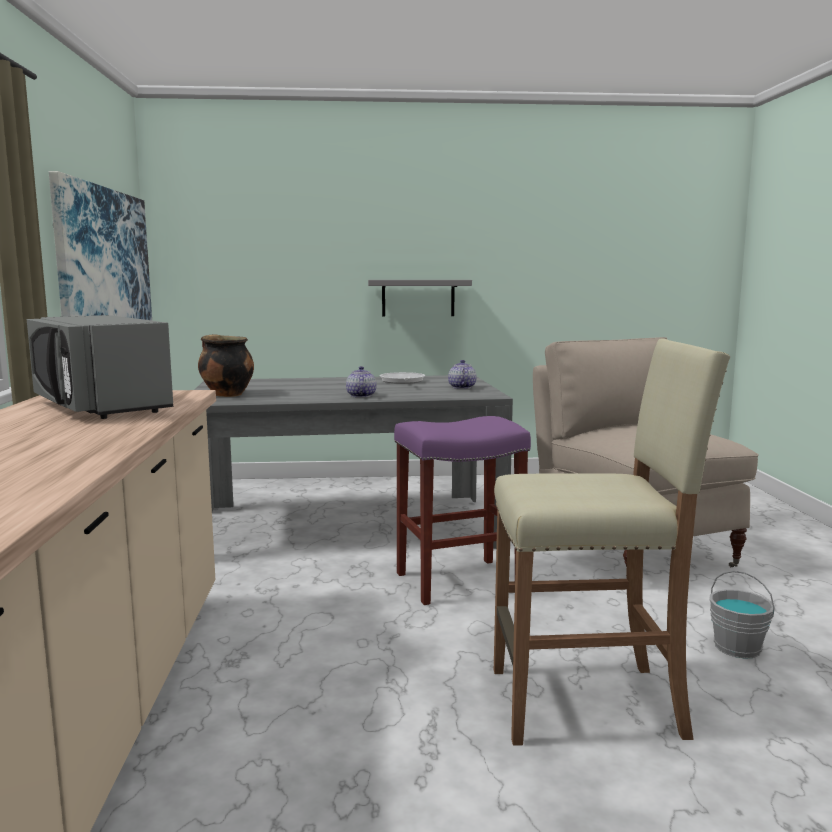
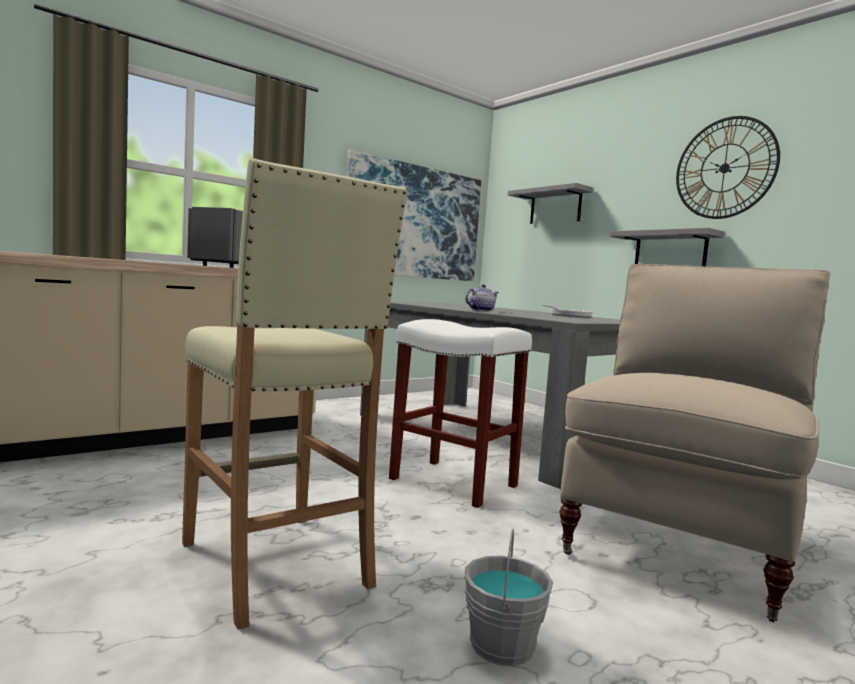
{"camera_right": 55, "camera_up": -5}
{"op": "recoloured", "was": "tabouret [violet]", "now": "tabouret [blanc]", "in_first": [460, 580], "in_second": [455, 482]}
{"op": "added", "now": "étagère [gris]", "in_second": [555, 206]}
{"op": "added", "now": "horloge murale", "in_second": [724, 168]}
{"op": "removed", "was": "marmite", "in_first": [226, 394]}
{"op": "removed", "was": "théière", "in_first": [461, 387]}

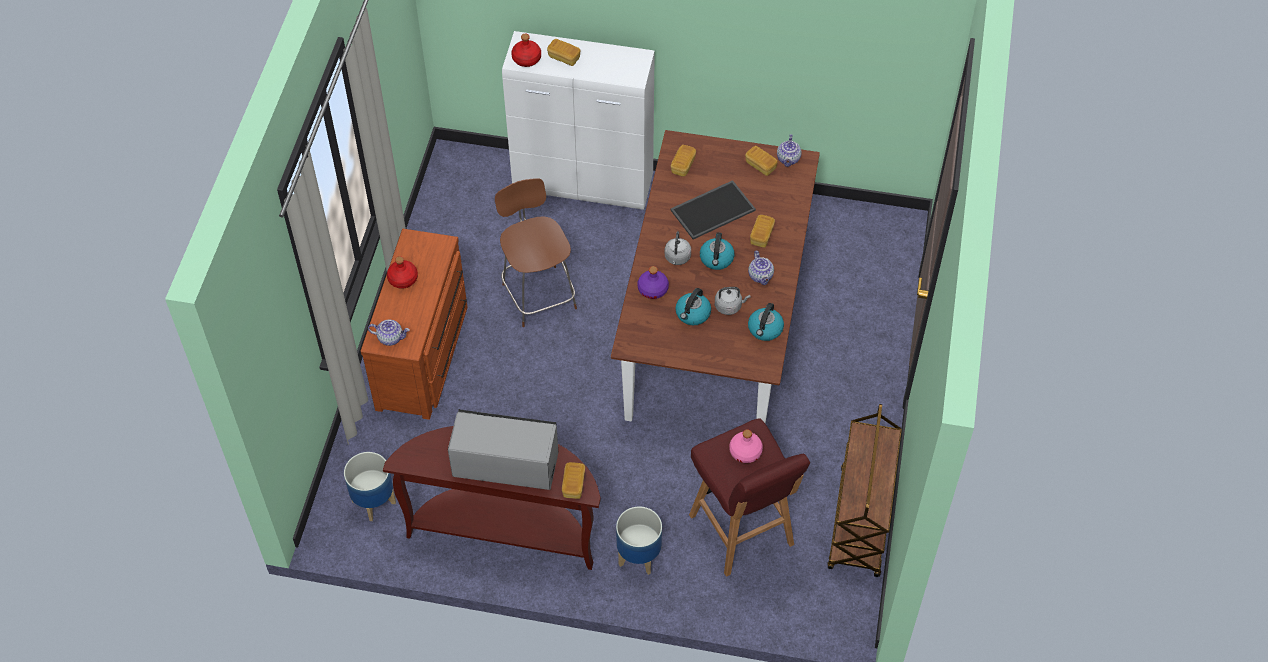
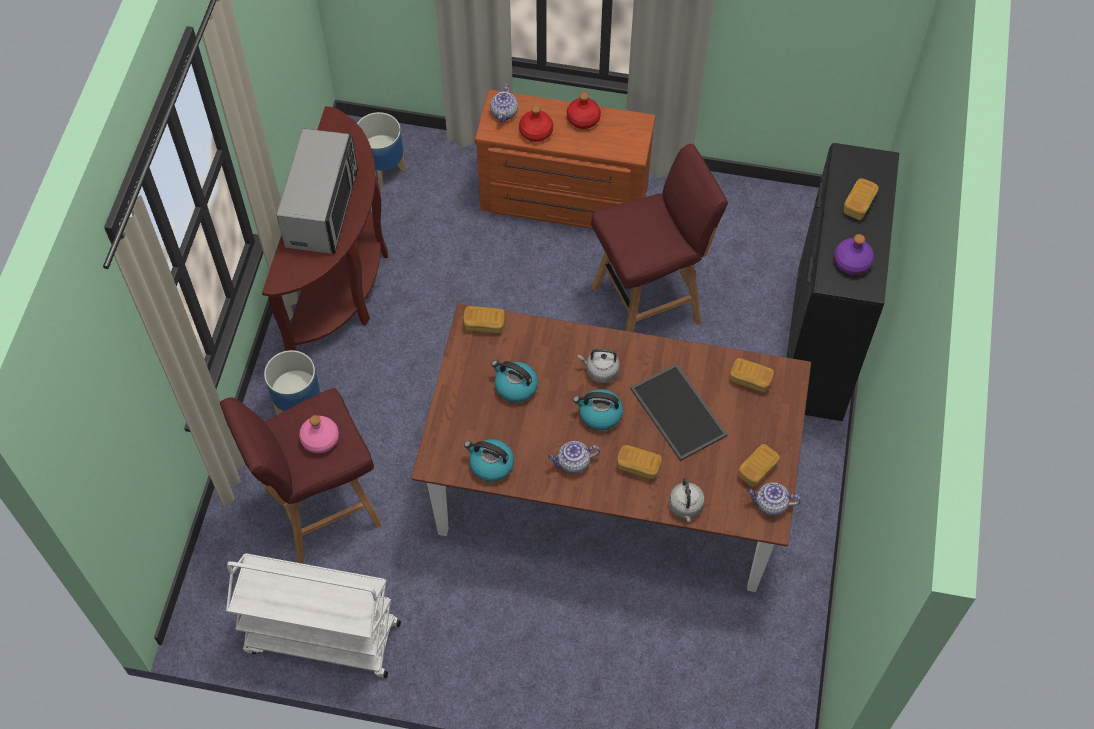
{"camera_right": 90, "camera_up": 5}
{"op": "recoloured", "was": "chariot [marron]", "now": "chariot [blanc]", "in_first": [860, 523], "in_second": [321, 638]}
{"op": "moved", "was": "pain", "in_first": [573, 485], "in_second": [484, 324]}
{"op": "moved", "was": "bouteille [rouge]", "in_first": [527, 59], "in_second": [535, 132]}
{"op": "replaced", "was": "chaise [marron]", "now": "tabouret [rouge]", "in_first": [538, 294], "in_second": [649, 304]}
{"op": "moved", "was": "bouilloire [gris]", "in_first": [729, 306], "in_second": [686, 507]}
{"op": "recoloured", "was": "meuble de rangement [blanc]", "now": "meuble de rangement [noir]", "in_first": [584, 184], "in_second": [818, 348]}
{"op": "moved", "was": "bouteille [violet]", "in_first": [653, 289], "in_second": [852, 262]}

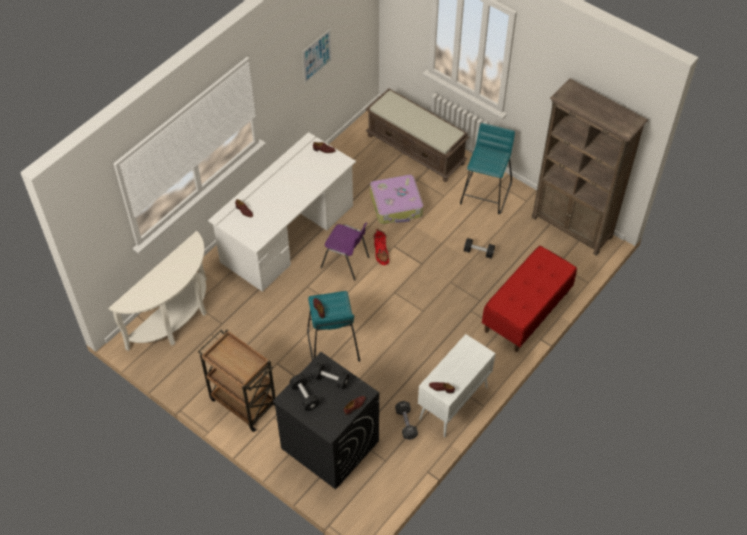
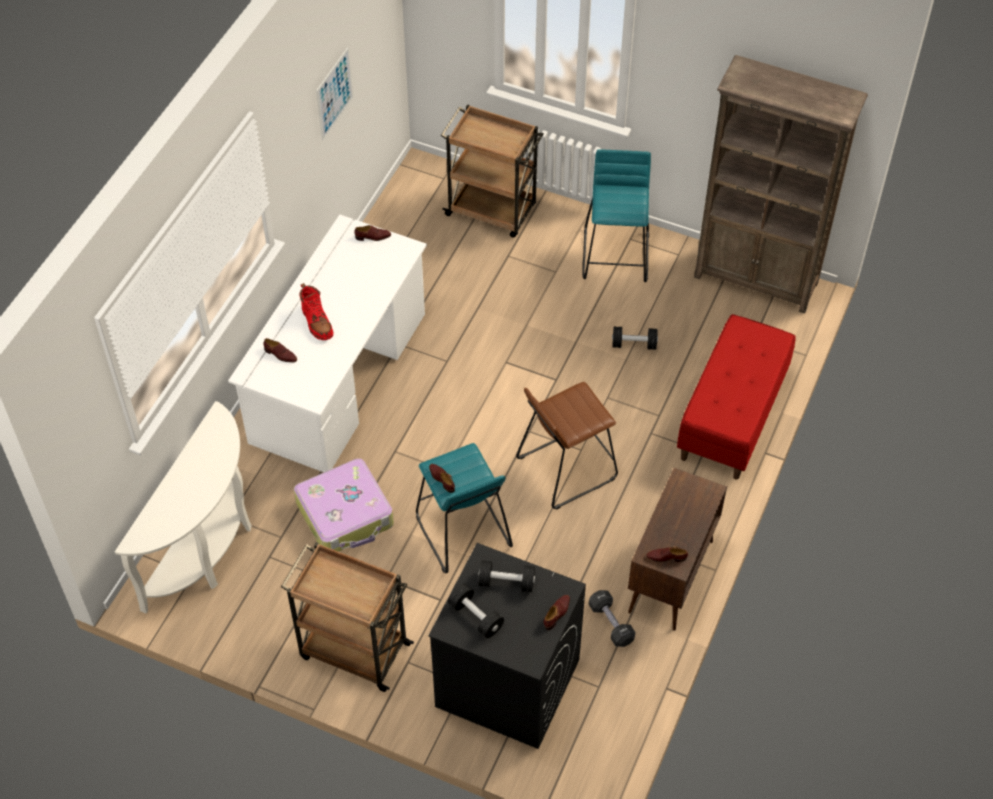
{"camera_right": -15, "camera_up": 0}
{"op": "moved", "was": "valise", "in_first": [396, 205], "in_second": [346, 515]}
{"op": "moved", "was": "botte [rouge]", "in_first": [381, 253], "in_second": [317, 322]}
{"op": "replaced", "was": "banc [marron]", "now": "chariot [marron]", "in_first": [416, 149], "in_second": [492, 211]}
{"op": "added", "now": "tabouret [marron]", "in_second": [566, 468]}
{"op": "recoloured", "was": "meuble de rangement [blanc]", "now": "meuble de rangement [marron]", "in_first": [453, 404], "in_second": [670, 578]}
{"op": "removed", "was": "chaise [violet]", "in_first": [346, 262]}

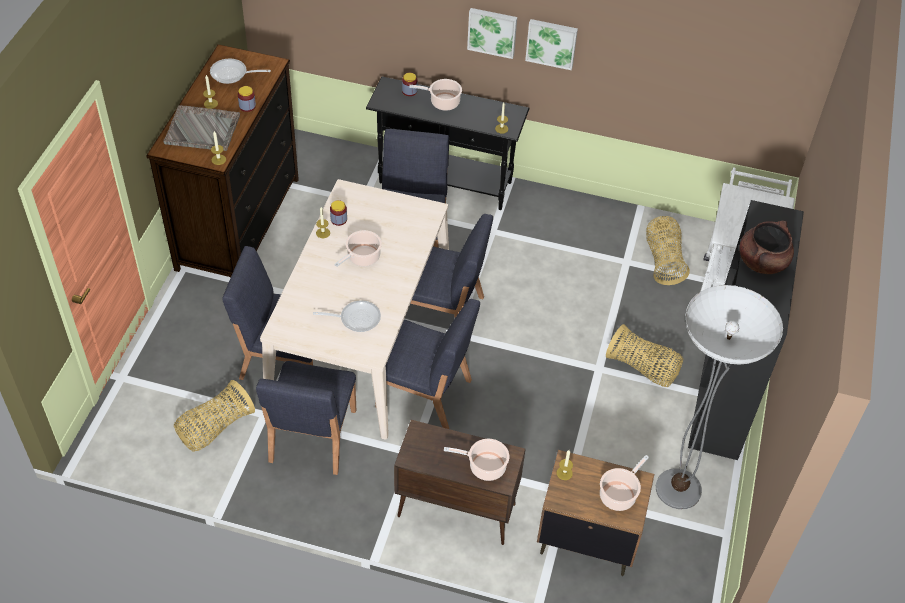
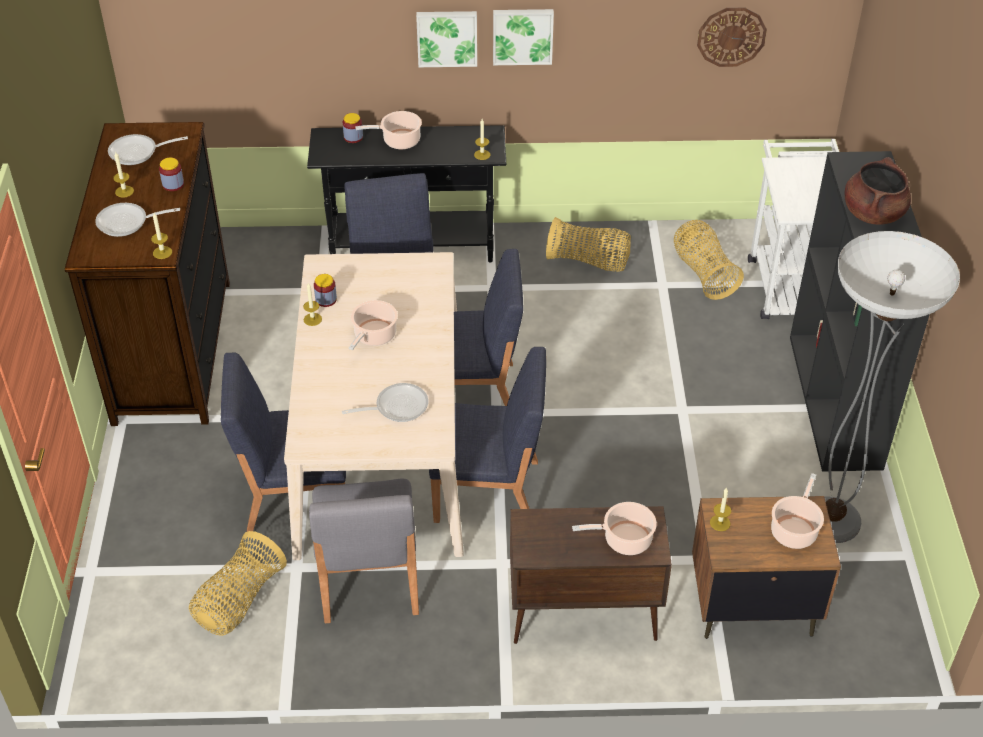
{"camera_right": -15, "camera_up": -5}
{"op": "replaced", "was": "plateau [gris]", "now": "poêle", "in_first": [203, 130], "in_second": [127, 223]}
{"op": "recoloured", "was": "chaise [bleu]", "now": "chaise [gris]", "in_first": [312, 436], "in_second": [368, 578]}
{"op": "moved", "was": "panier", "in_first": [643, 368], "in_second": [589, 262]}
{"op": "added", "now": "horloge murale", "in_second": [731, 36]}

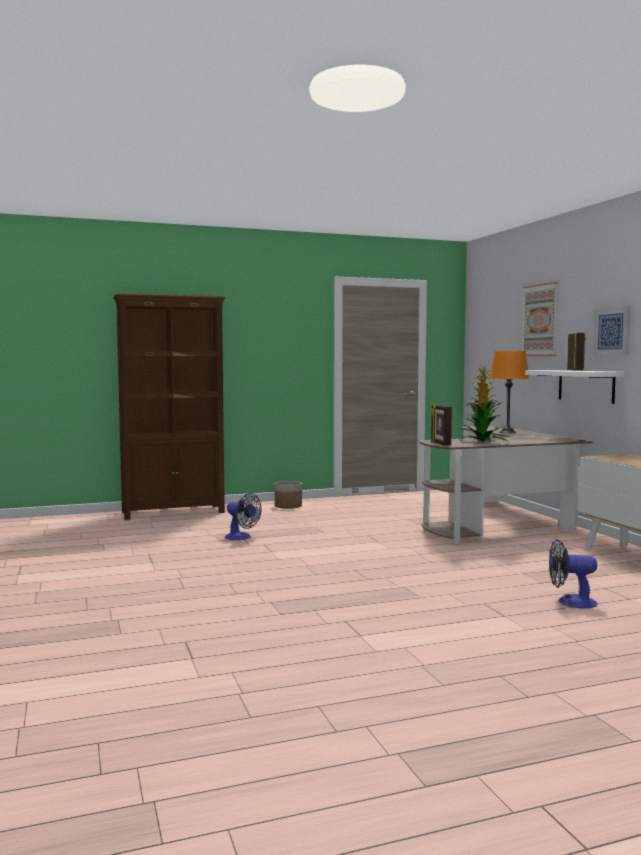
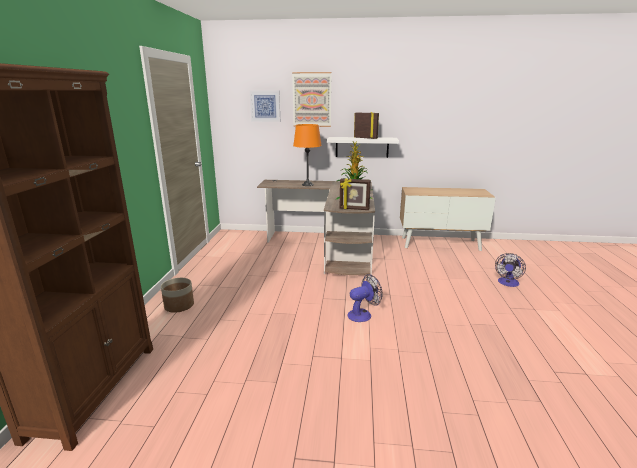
{"camera_right": -65, "camera_up": 15}
{"op": "moved", "was": "tableau", "in_first": [612, 331], "in_second": [265, 106]}
{"op": "moved", "was": "ventilateur", "in_first": [241, 537], "in_second": [363, 314]}

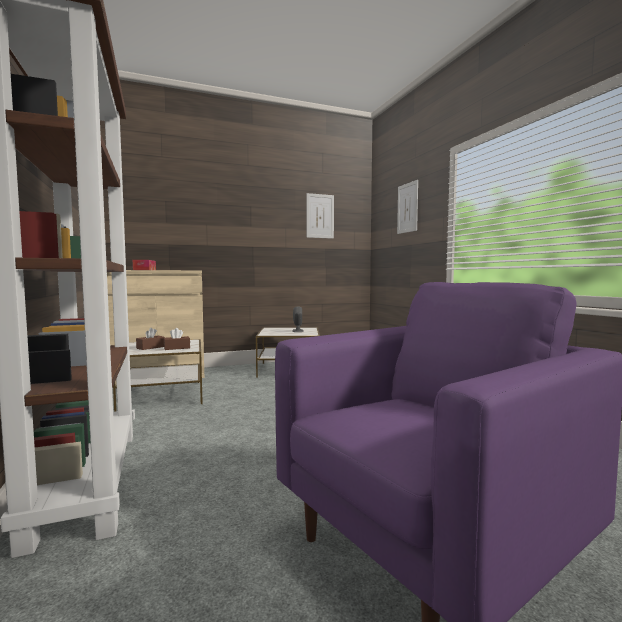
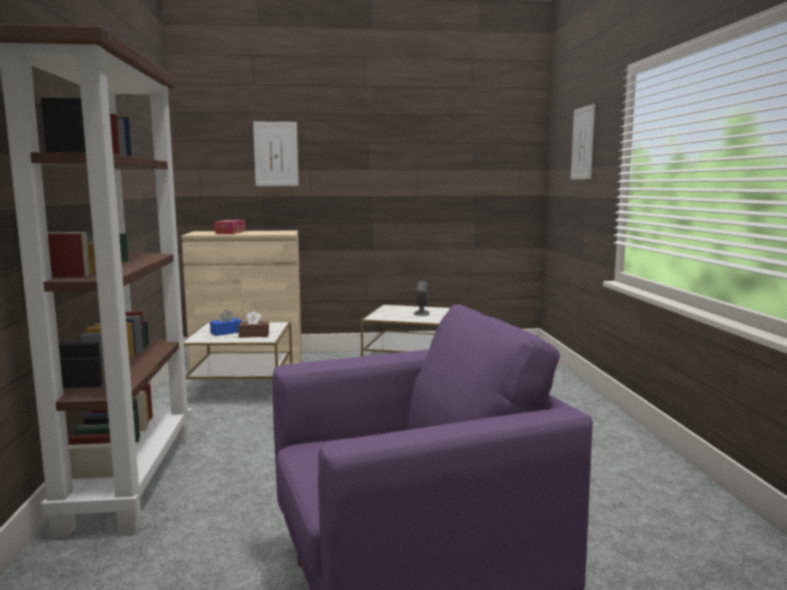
{"camera_right": 15, "camera_up": 5}
{"op": "recoloured", "was": "boîte à mouchoirs [marron]", "now": "boîte à mouchoirs [bleu]", "in_first": [150, 347], "in_second": [226, 332]}
{"op": "moved", "was": "tableau", "in_first": [320, 216], "in_second": [276, 154]}

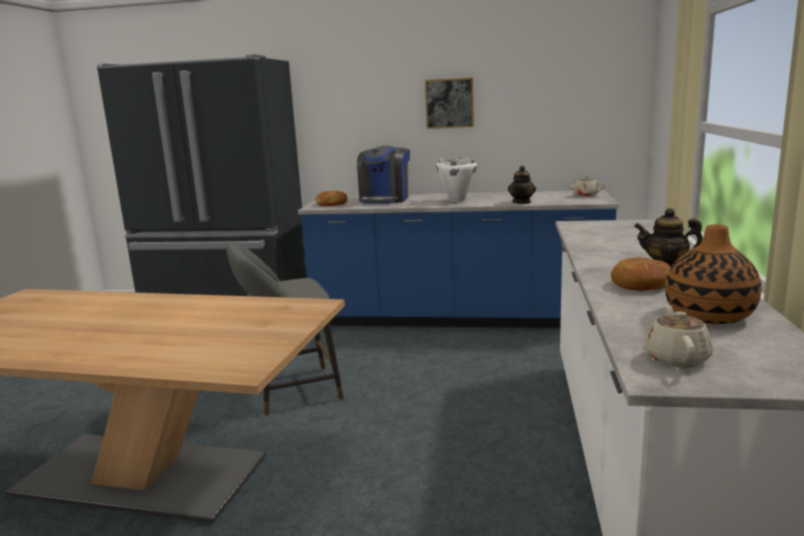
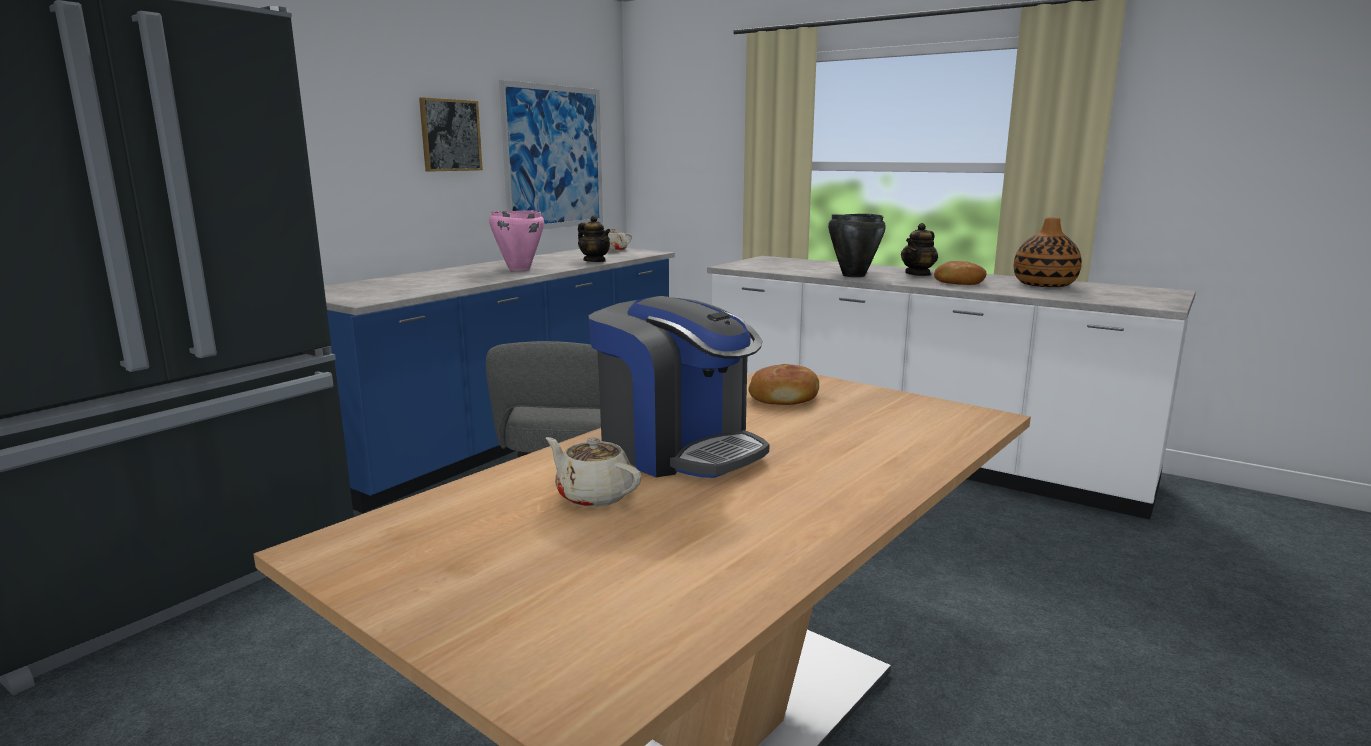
{"camera_right": -65, "camera_up": 0}
{"op": "recoloured", "was": "marmite [blanc]", "now": "marmite [rose]", "in_first": [457, 200], "in_second": [518, 269]}
{"op": "added", "now": "tableau", "in_second": [554, 158]}
{"op": "moved", "was": "théière [beige]", "in_first": [676, 358], "in_second": [593, 495]}
{"op": "moved", "was": "machine à café", "in_first": [385, 200], "in_second": [678, 449]}
{"op": "moved", "was": "pain", "in_first": [332, 204], "in_second": [784, 397]}
{"op": "added", "now": "marmite [noir]", "in_second": [853, 275]}

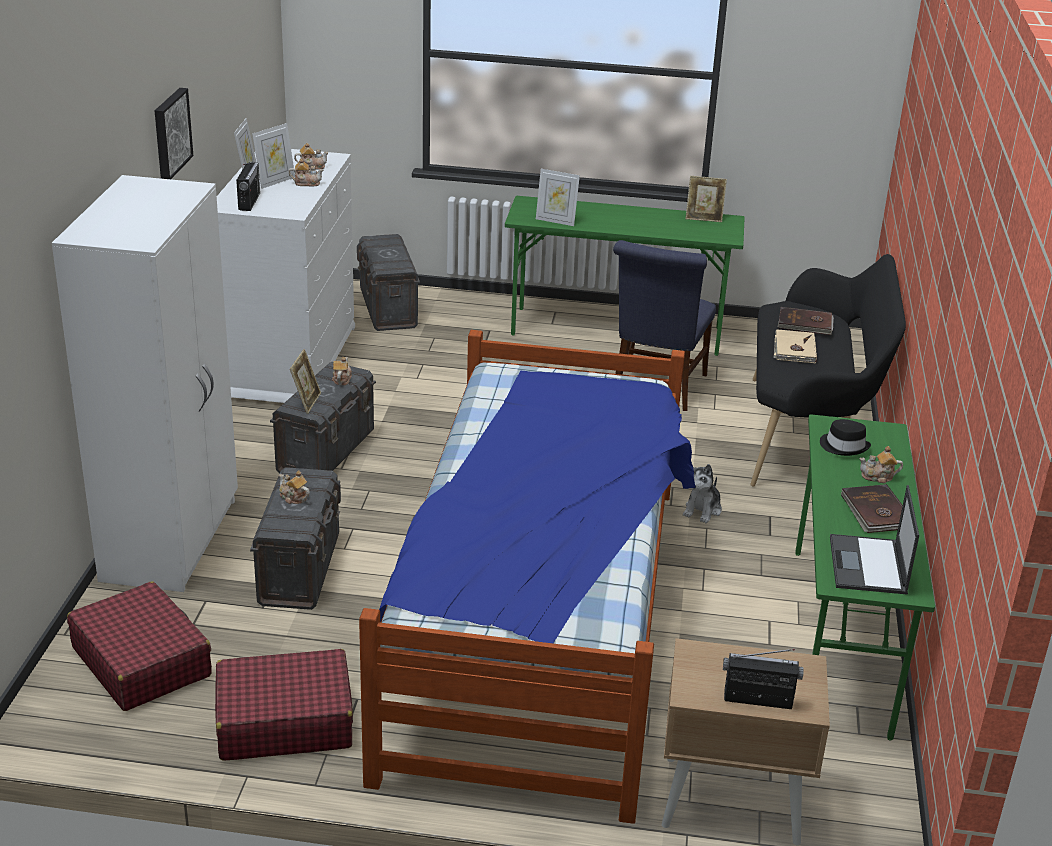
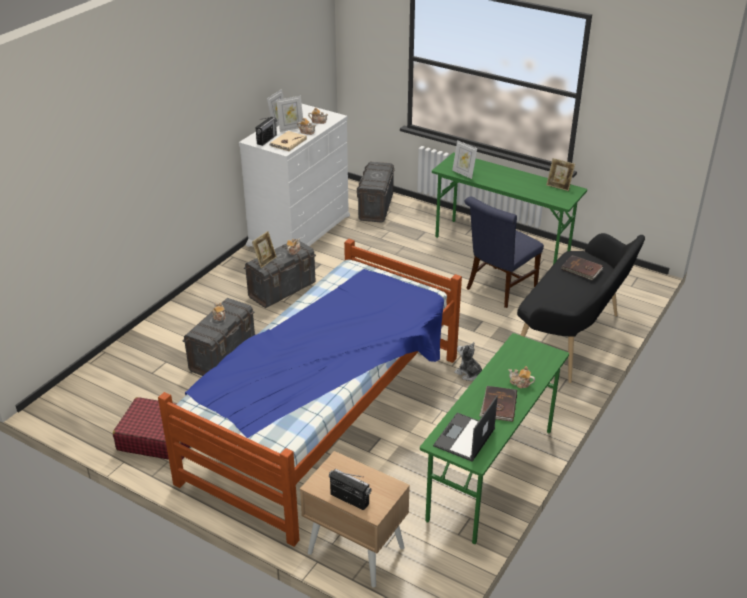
{"camera_right": 25, "camera_up": 5}
{"op": "moved", "was": "livre [beige]", "in_first": [794, 349], "in_second": [287, 142]}
{"op": "turned", "was": "peluche", "in_first": [702, 510], "in_second": [468, 373], "clockwise": 75}
{"op": "removed", "was": "armoire [blanc]", "in_first": [172, 539]}
{"op": "removed", "was": "valise [rouge]", "in_first": [141, 661]}
{"op": "removed", "was": "tableau", "in_first": [170, 133]}
{"op": "removed", "was": "chapeau [noir]", "in_first": [844, 446]}

